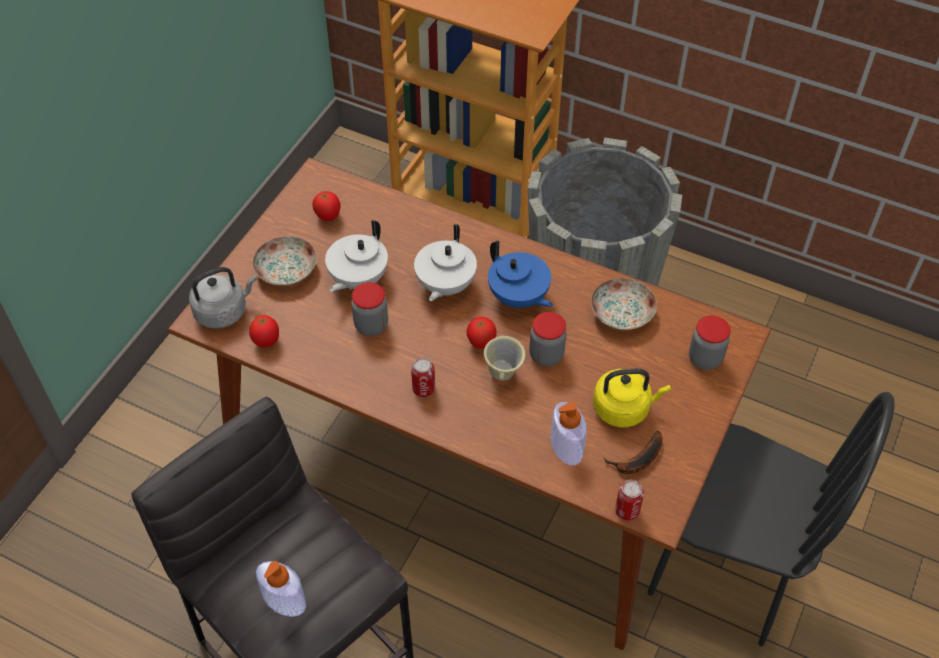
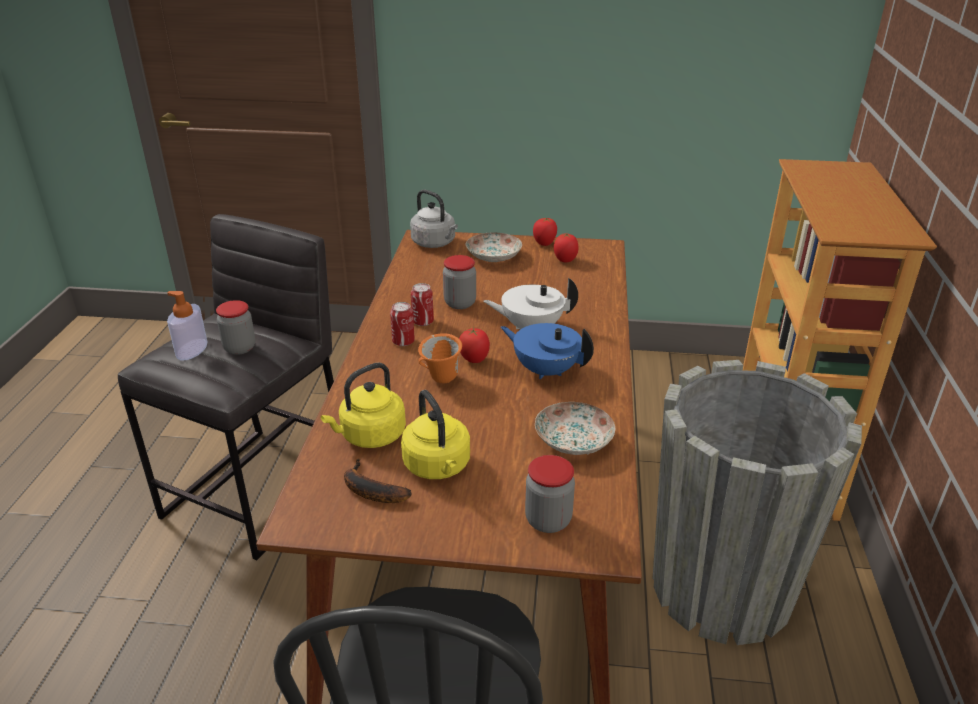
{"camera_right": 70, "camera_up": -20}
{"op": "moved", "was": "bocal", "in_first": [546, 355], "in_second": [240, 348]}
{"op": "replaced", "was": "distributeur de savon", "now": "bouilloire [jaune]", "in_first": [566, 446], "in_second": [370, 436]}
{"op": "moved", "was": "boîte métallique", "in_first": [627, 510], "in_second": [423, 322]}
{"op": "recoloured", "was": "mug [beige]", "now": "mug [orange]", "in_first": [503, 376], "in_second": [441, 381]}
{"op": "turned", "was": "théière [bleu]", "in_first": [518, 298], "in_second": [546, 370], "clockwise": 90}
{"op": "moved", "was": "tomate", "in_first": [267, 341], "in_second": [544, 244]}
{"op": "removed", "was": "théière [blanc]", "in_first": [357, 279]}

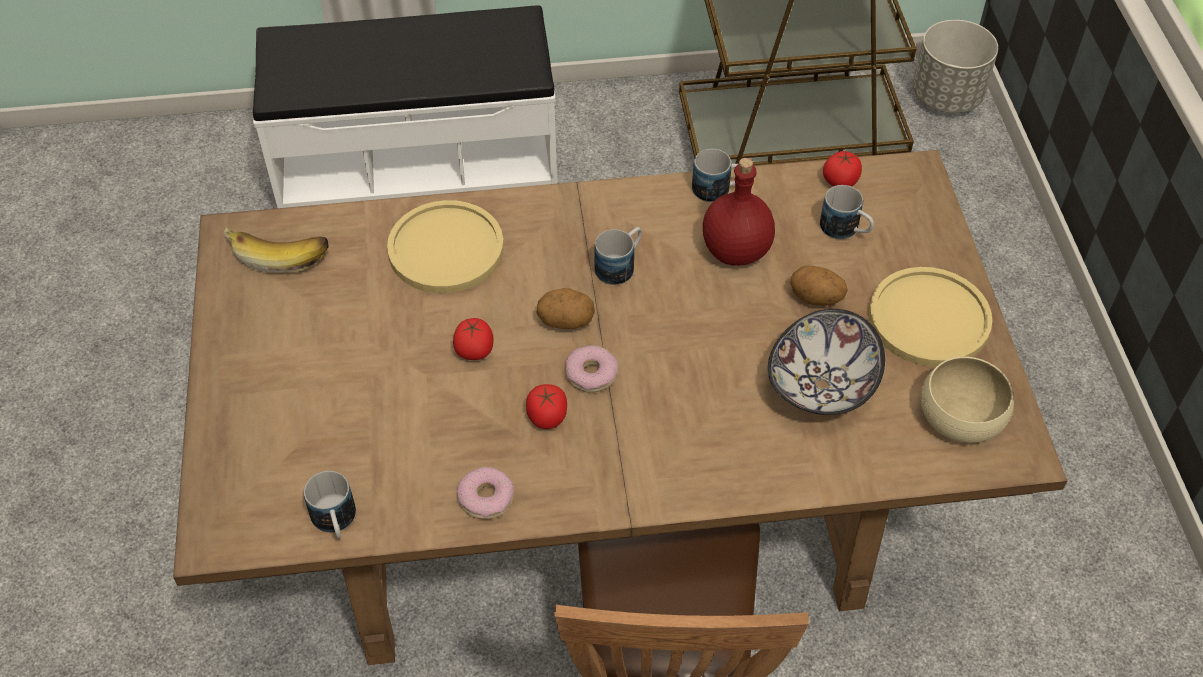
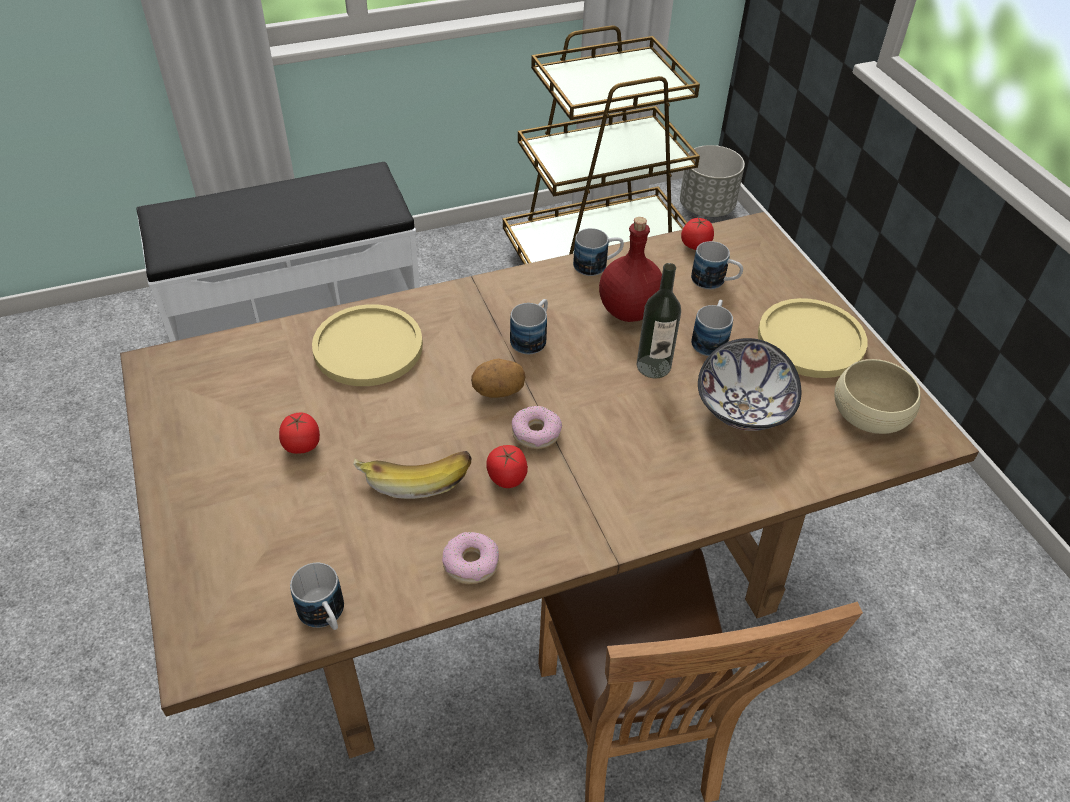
{"camera_right": -15, "camera_up": -5}
{"op": "moved", "was": "tomate", "in_first": [474, 350], "in_second": [302, 444]}
{"op": "moved", "was": "banane", "in_first": [280, 253], "in_second": [416, 475]}
{"op": "added", "now": "bouteille", "in_second": [653, 366]}
{"op": "replaced", "was": "pomme de terre", "now": "mug", "in_first": [815, 299], "in_second": [710, 339]}

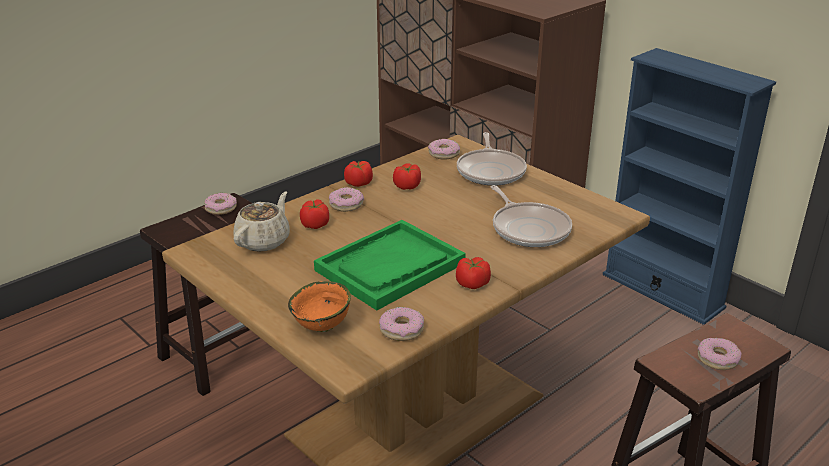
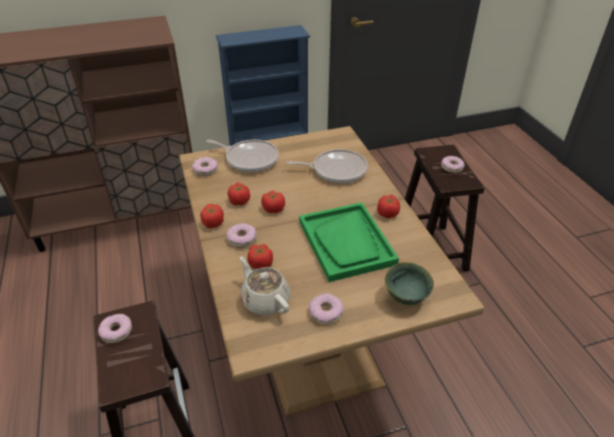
{"camera_right": -65, "camera_up": 10}
{"op": "added", "now": "tomate", "in_second": [273, 209]}
{"op": "moved", "was": "beignet", "in_first": [401, 330], "in_second": [326, 312]}
{"op": "recoloured", "was": "bol [orange]", "now": "bol [vert]", "in_first": [323, 327], "in_second": [406, 297]}

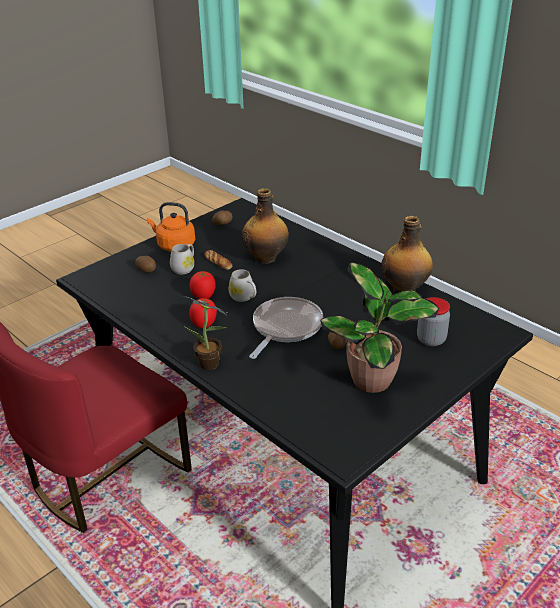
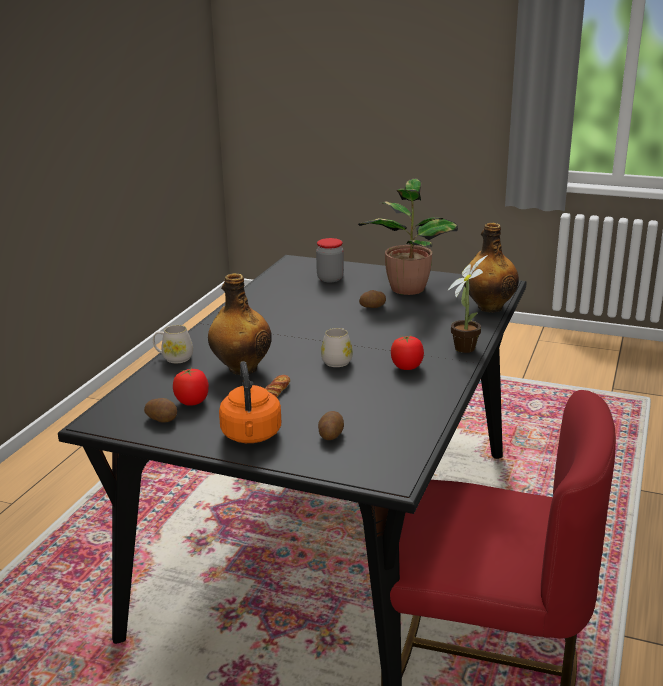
{"camera_right": -115, "camera_up": -10}
{"op": "moved", "was": "mug [blanc]", "in_first": [184, 268], "in_second": [174, 358]}
{"op": "moved", "was": "tomate", "in_first": [203, 296], "in_second": [192, 402]}
{"op": "moved", "was": "bouteille", "in_first": [405, 289], "in_second": [489, 307]}
{"op": "removed", "was": "poêle", "in_first": [285, 328]}

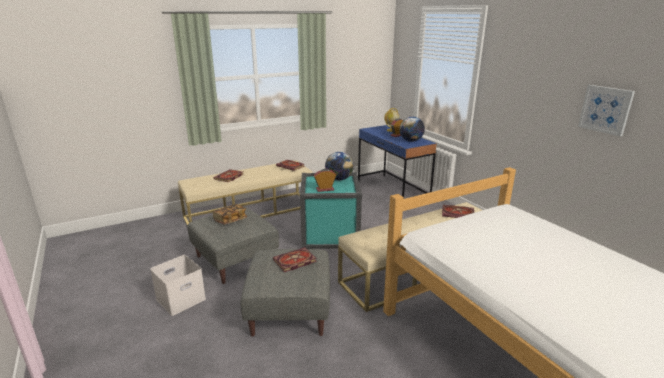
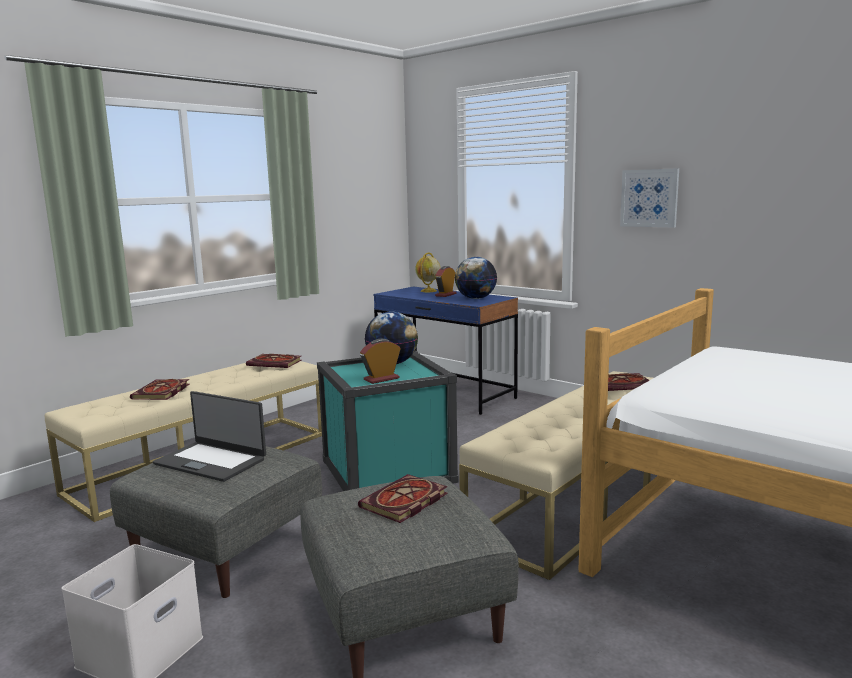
{"camera_right": -20, "camera_up": -10}
{"op": "replaced", "was": "livre", "now": "ordinateur portable", "in_first": [230, 220], "in_second": [211, 461]}
{"op": "moved", "was": "tableau", "in_first": [605, 109], "in_second": [649, 198]}

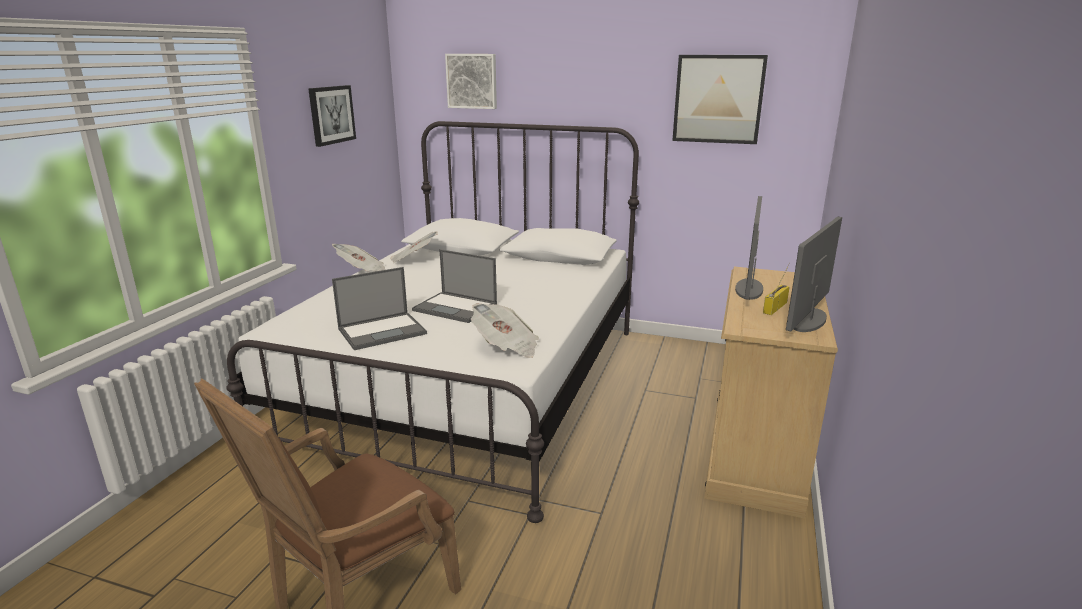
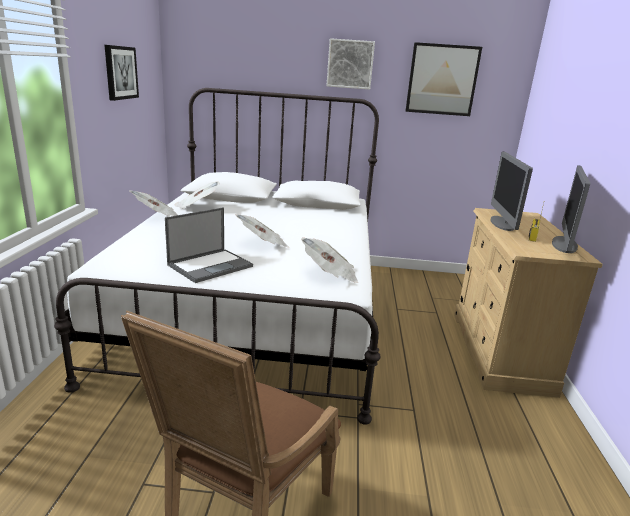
{"camera_right": -15, "camera_up": 0}
{"op": "replaced", "was": "ordinateur portable", "now": "journal", "in_first": [456, 308], "in_second": [263, 244]}
{"op": "moved", "was": "tableau", "in_first": [472, 81], "in_second": [350, 64]}

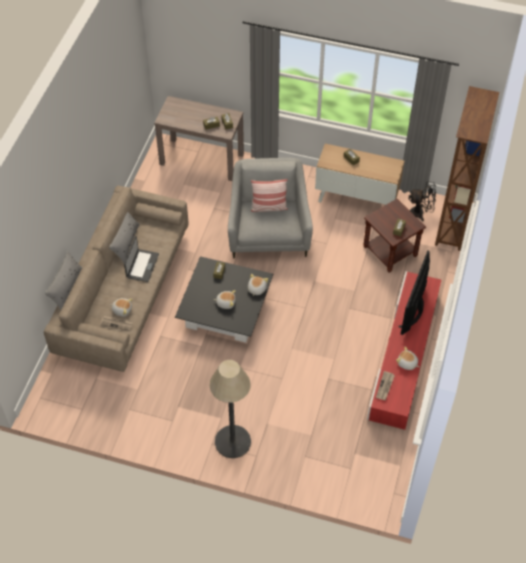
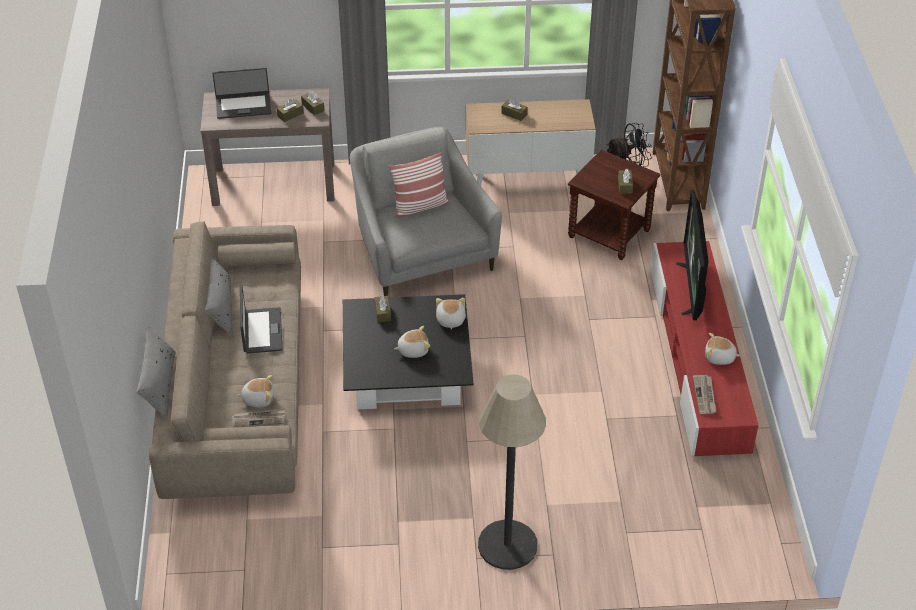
{"camera_right": -20, "camera_up": -10}
{"op": "added", "now": "ordinateur portable", "in_second": [243, 106]}

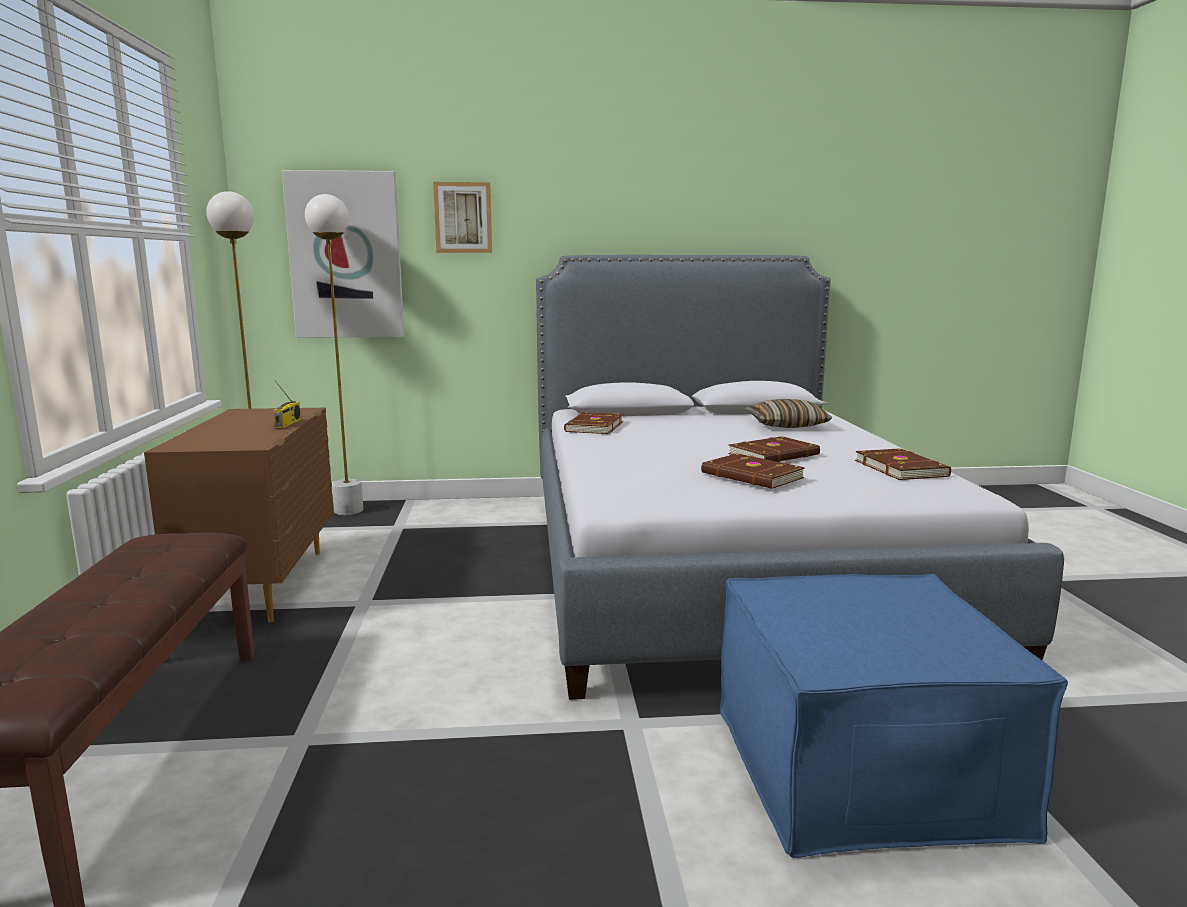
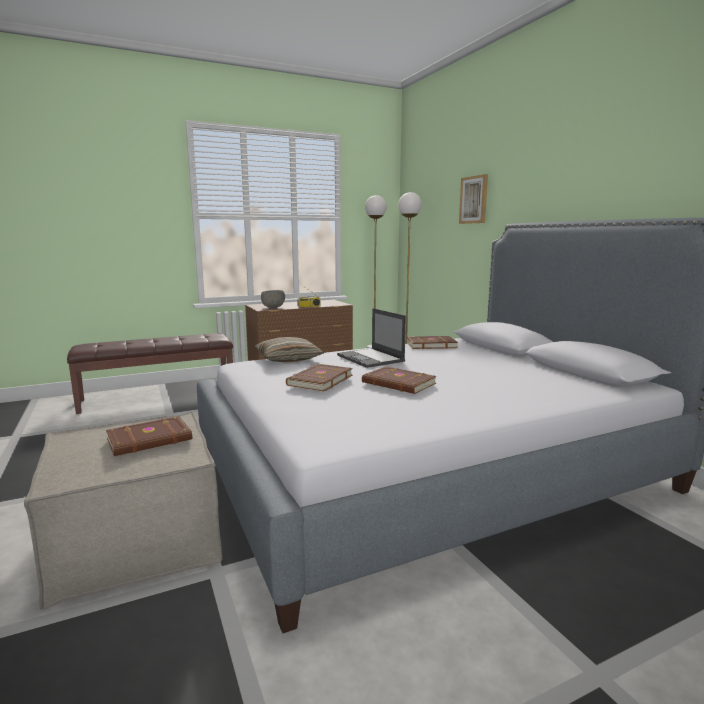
{"camera_right": 70, "camera_up": 0}
{"op": "recoloured", "was": "pouf [bleu]", "now": "pouf [beige]", "in_first": [863, 769], "in_second": [135, 539]}
{"op": "moved", "was": "livre [marron]", "in_first": [901, 468], "in_second": [150, 440]}
{"op": "moved", "was": "coussin", "in_first": [786, 425], "in_second": [288, 359]}
{"op": "added", "now": "bol [gris]", "in_second": [273, 307]}
{"op": "added", "now": "ordinateur portable", "in_second": [371, 358]}
{"op": "removed", "was": "tableau", "in_first": [345, 255]}

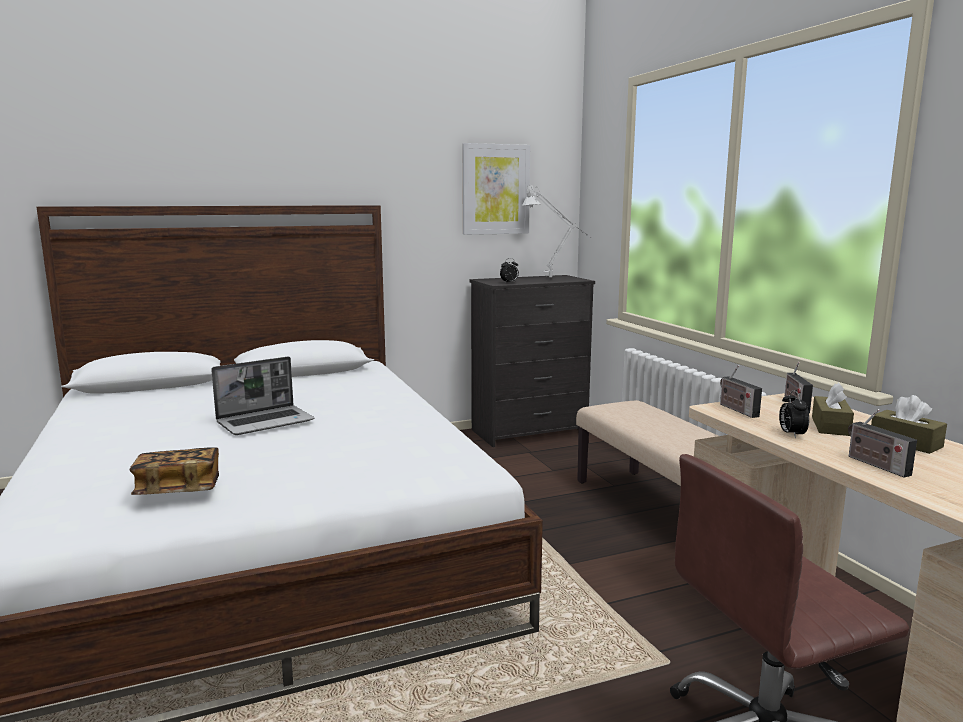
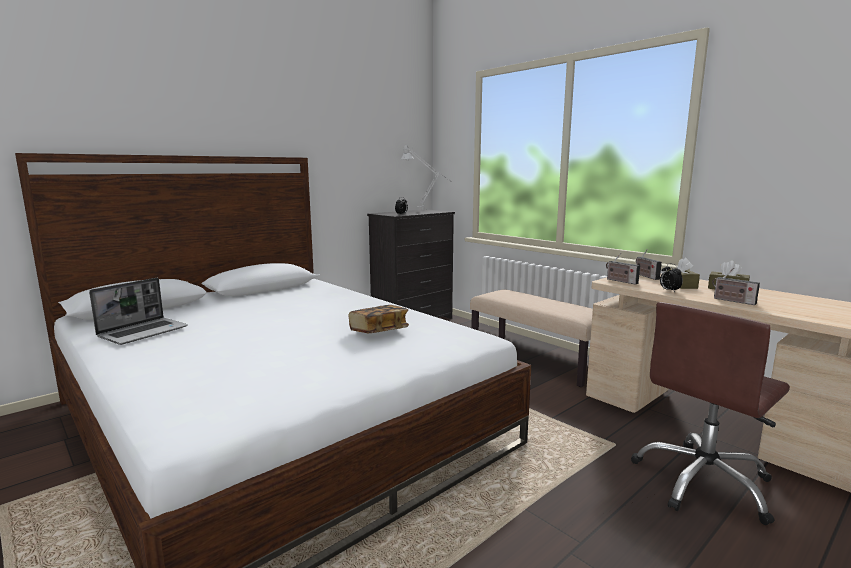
{"camera_right": -20, "camera_up": 0}
{"op": "moved", "was": "ordinateur portable", "in_first": [266, 422], "in_second": [144, 332]}
{"op": "moved", "was": "livre", "in_first": [179, 490], "in_second": [378, 331]}
{"op": "removed", "was": "tableau", "in_first": [495, 189]}

